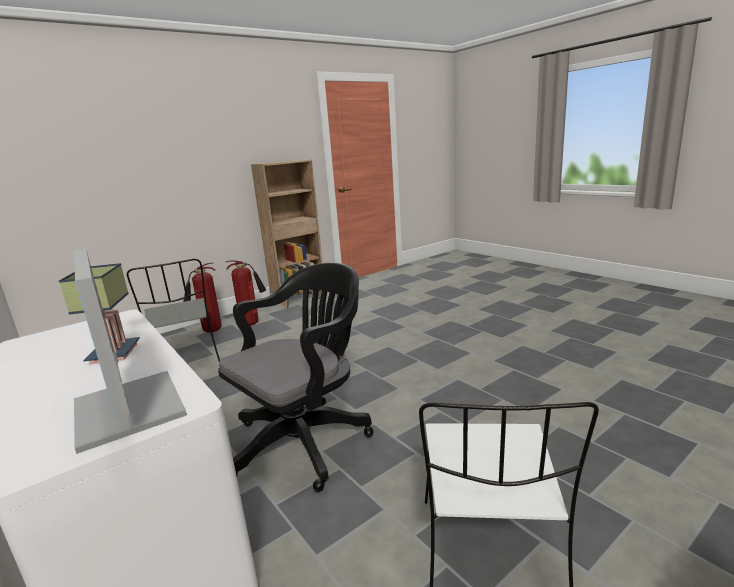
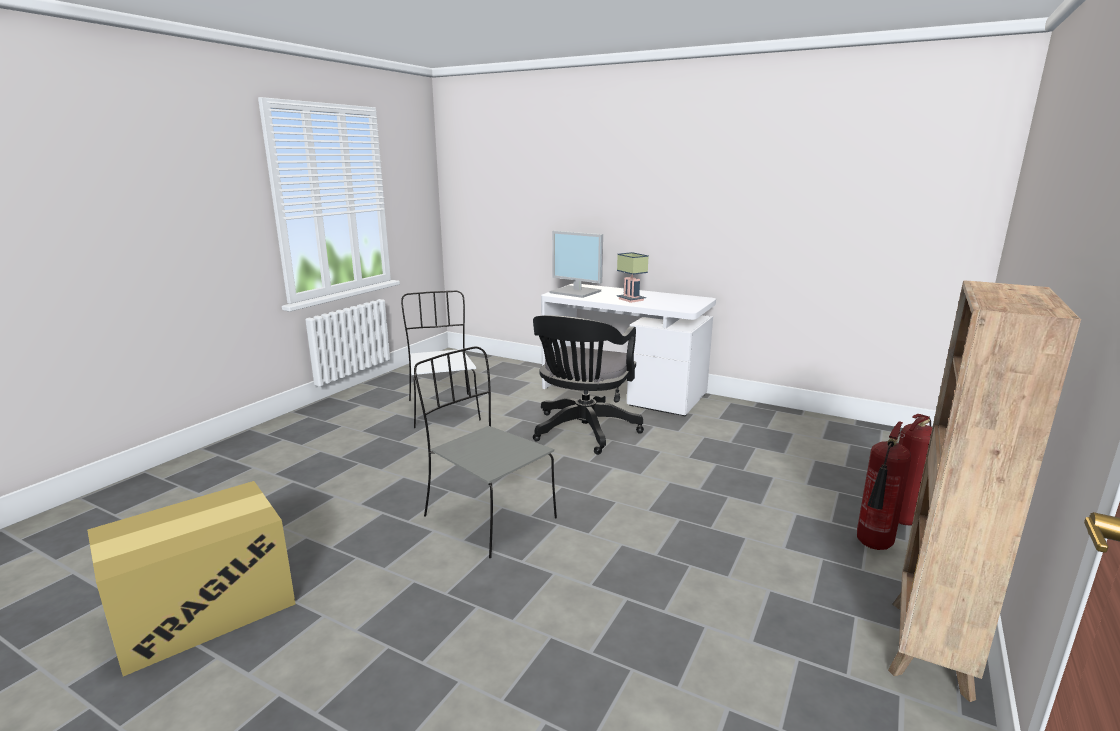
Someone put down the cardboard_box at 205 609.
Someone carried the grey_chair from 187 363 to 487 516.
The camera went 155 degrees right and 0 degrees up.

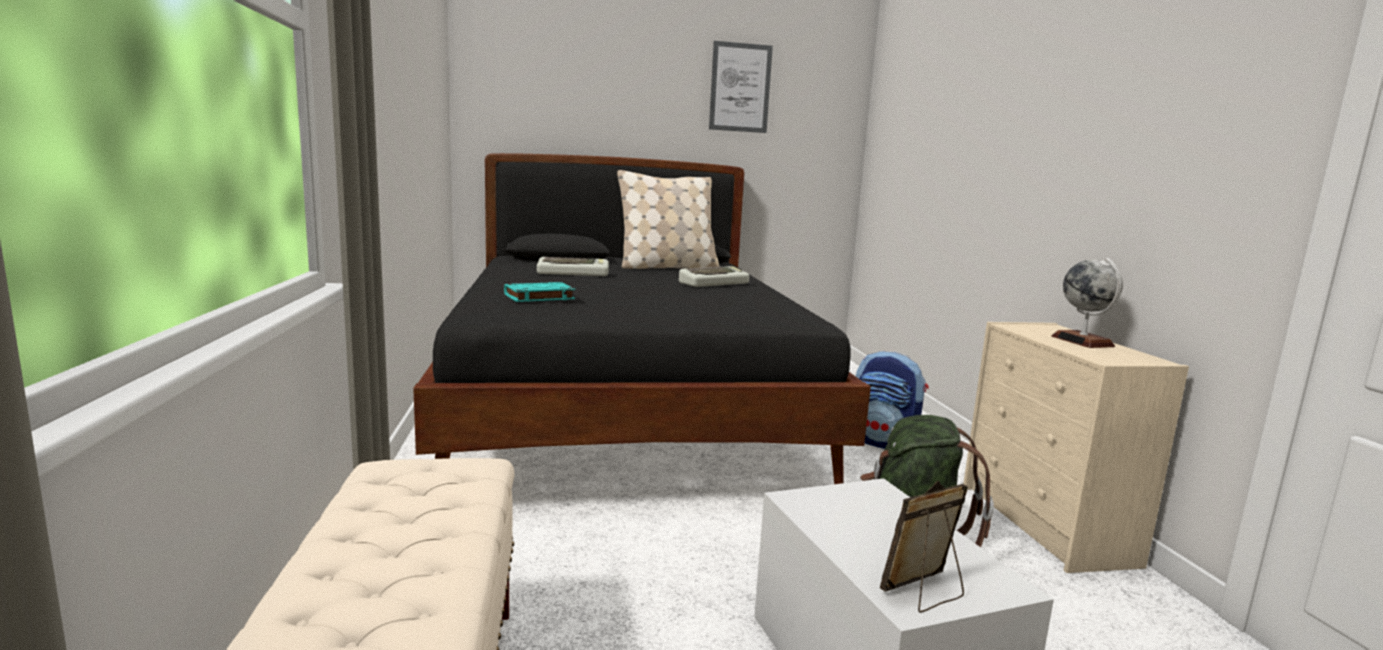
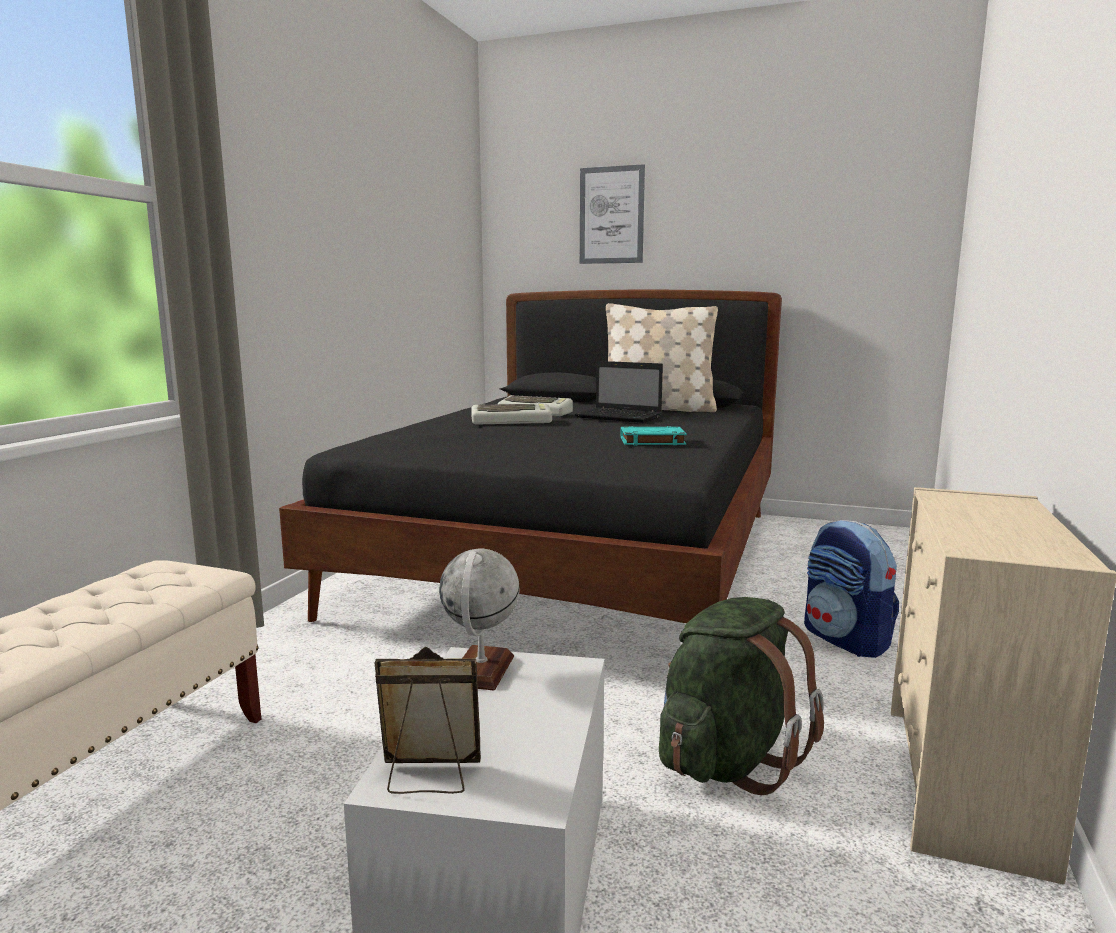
Someone carried the globe from 1082 341 to 481 670.
Someone carried the keyboard from 713 283 to 512 421.
Someone put down the laptop at 620 417.
Someone carried the picture from 740 88 to 611 215.
Someone carried the turquoise_book from 538 297 to 651 441.
The camera went 30 degrees right and 0 degrees up.

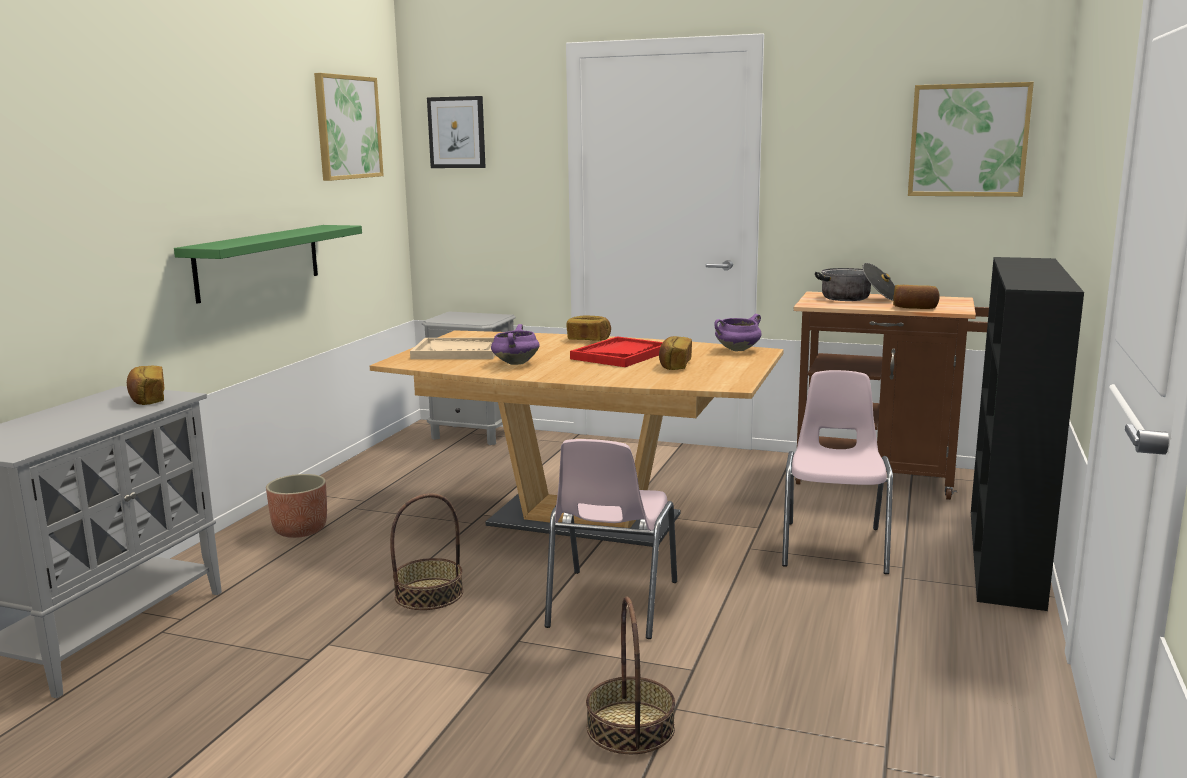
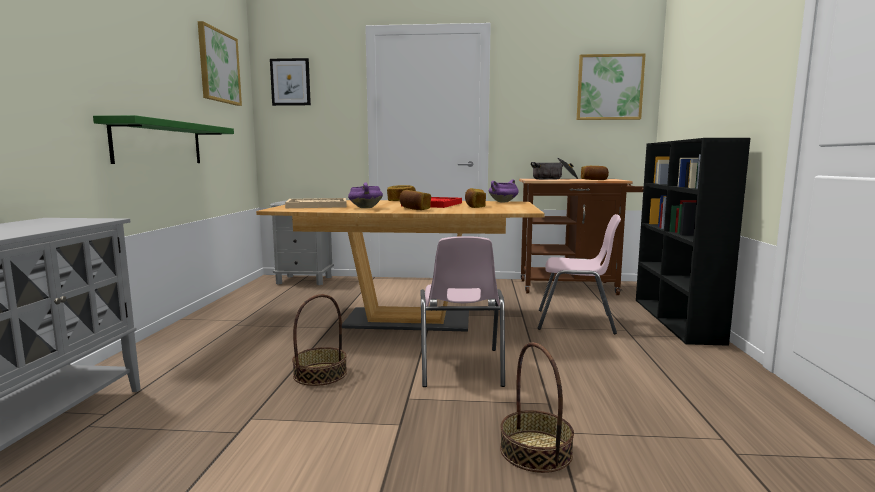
Someone carried the bread from 147 399 to 414 209.
Someone rotated the pink_chair at 834 546 by 105 degrees clockwise.
Someone took away the planter at 301 530.
The camera went 15 degrees left and 5 degrees down.

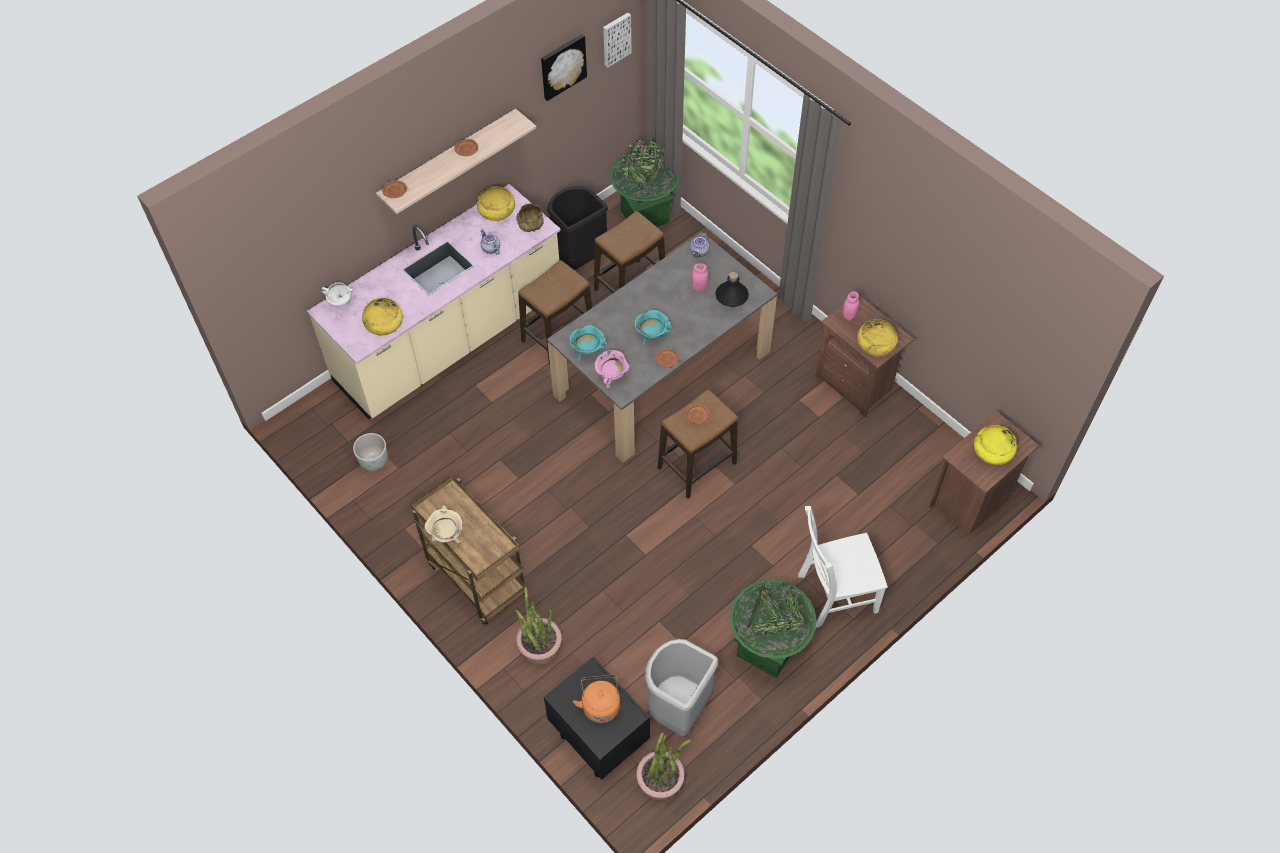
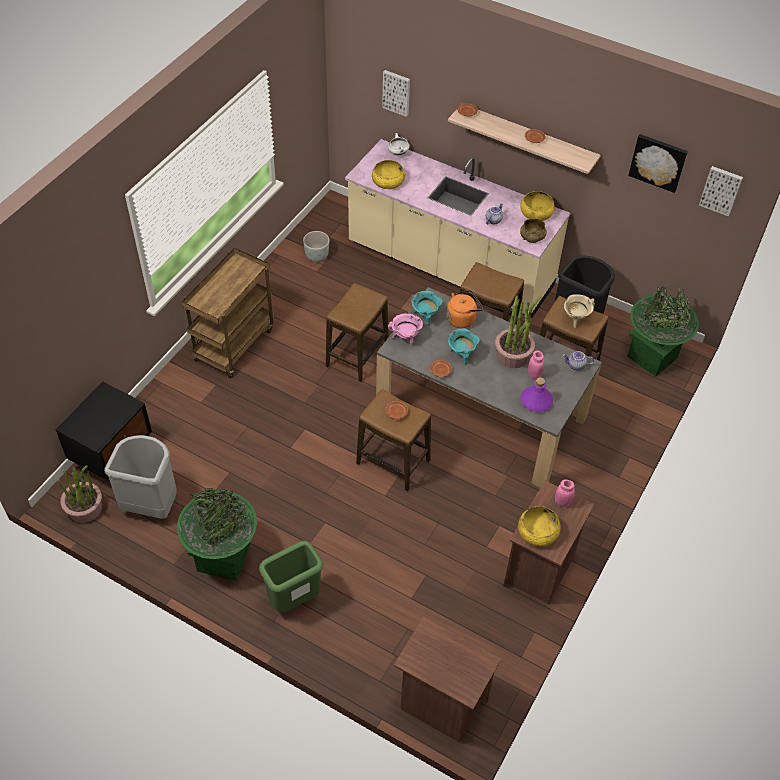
Someone swapped the white_chair at 833 594 for the green_trash_can at 294 599.
Someone put down the stool at 357 355.
Someone put up the picture at 397 92.
Someone carried the orange_kettle from 600 704 to 462 318.
Someone carried the potted_plant from 540 646 to 513 355.
Someone repainted the black_bottle at 731 296, which became the purple_bottle at 536 401.
Someone carried the beige_cooking_pot from 447 536 to 575 319.
Someone took away the yellow_bowl at 993 451.
The camera went 70 degrees right and 5 degrees down.

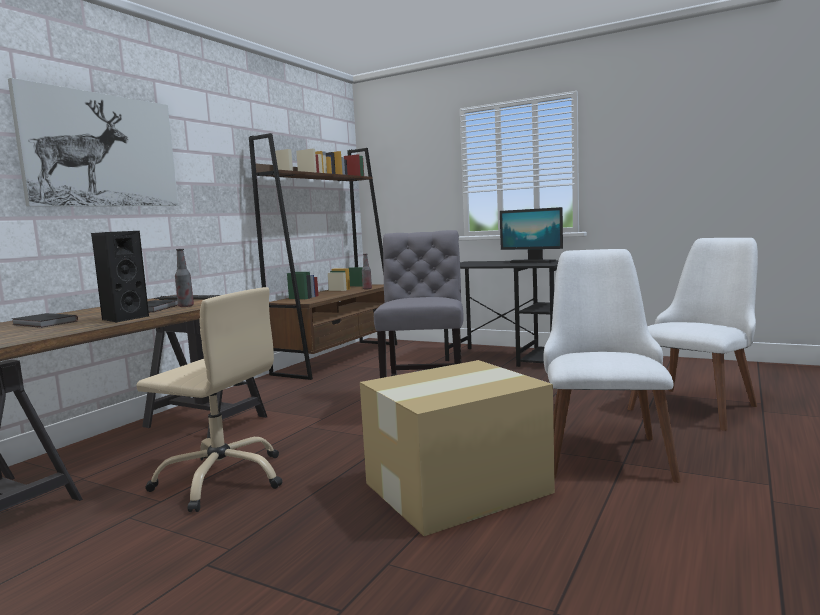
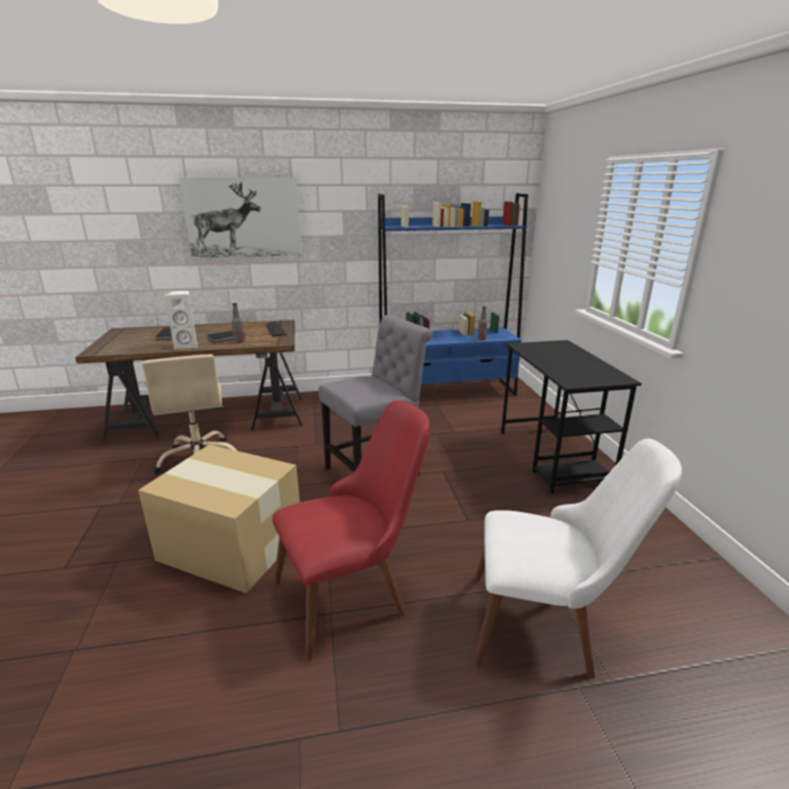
Someone repainted the black_speaker at 124 318, which became the white_speaker at 187 345.
Someone repainted the white_chair at 603 448, which became the red_chair at 354 591.
Someone repainted the brown_bookcase at 339 358, which became the blue_bookcase at 447 391.
Someone took away the monitor at 531 262.
The camera went 50 degrees right and 15 degrees up.

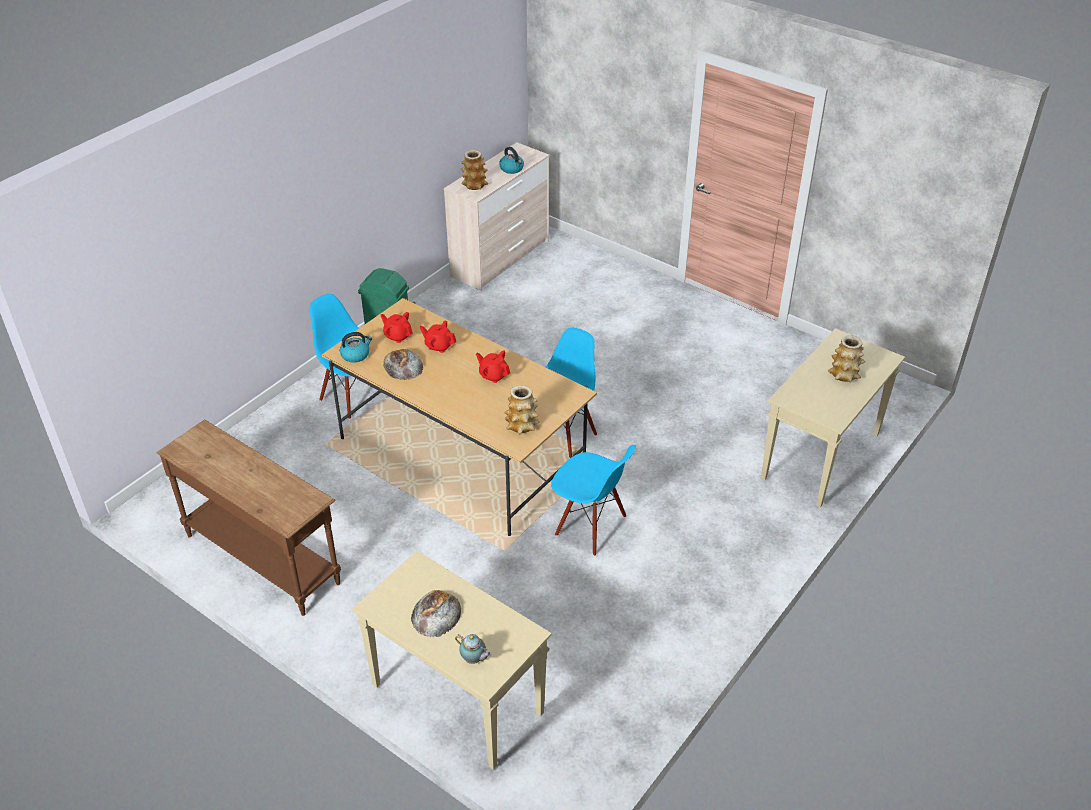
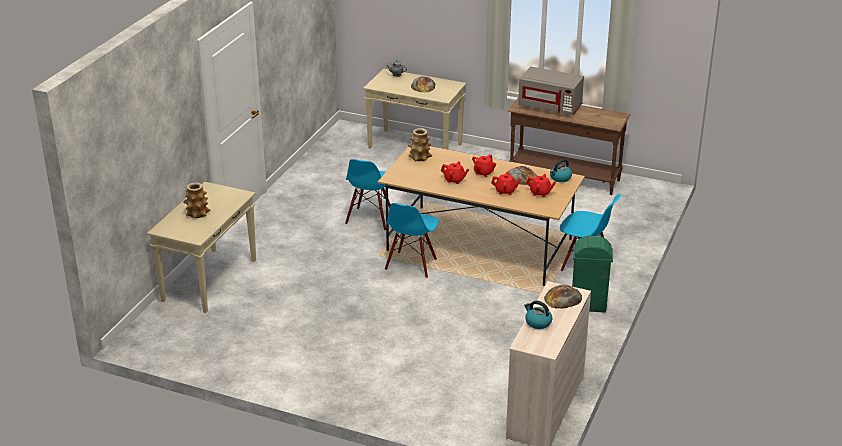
Someone rotated the blue_chair at 590 526 by 90 degrees counterclockwise.
Someone put down the red_teapot at 483 173.
Someone put down the grey_microwave at 550 107.
Someone swapped the vase at 474 185 for the bread at 563 298.
The camera went 165 degrees right and 10 degrees down.

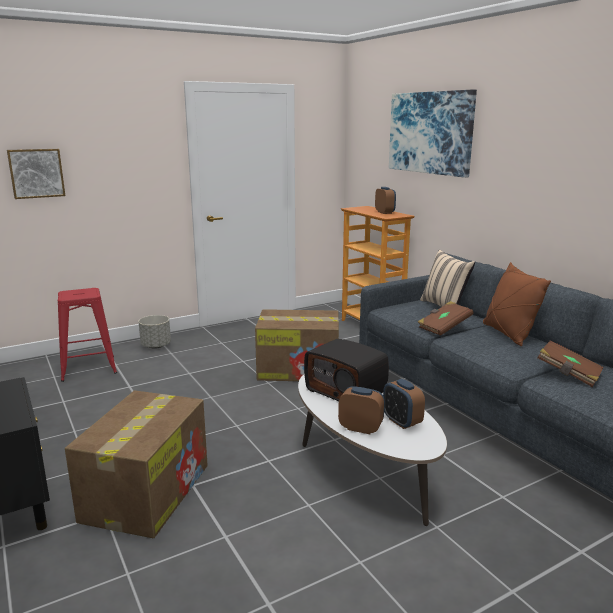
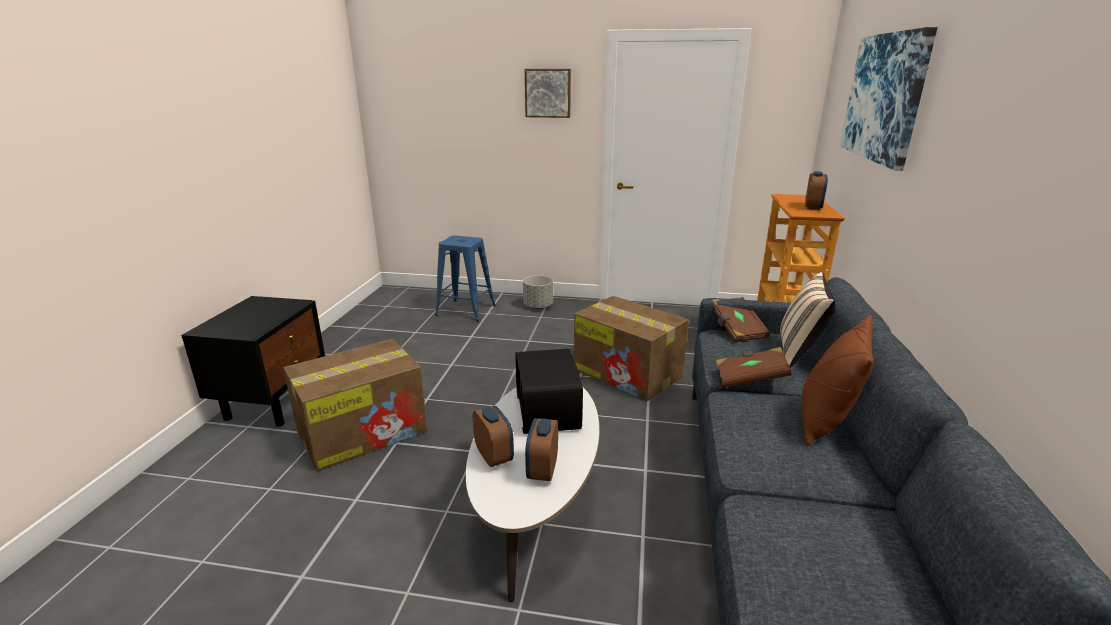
Someone repainted the red_stool at 88 368, which became the blue_stool at 465 310.
Someone carried the picture from 36 173 to 548 93.
Someone carried the brown_book from 568 374 to 736 330.
The camera went 40 degrees right and 5 degrees up.

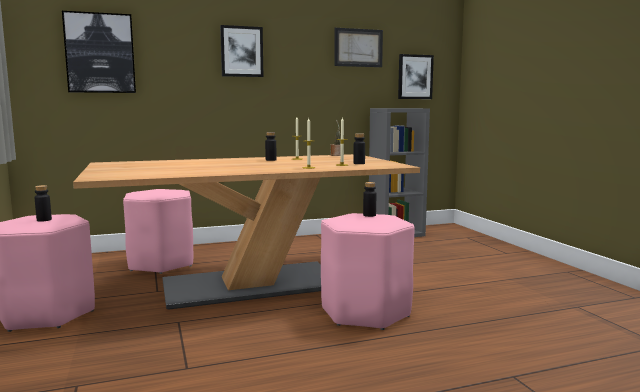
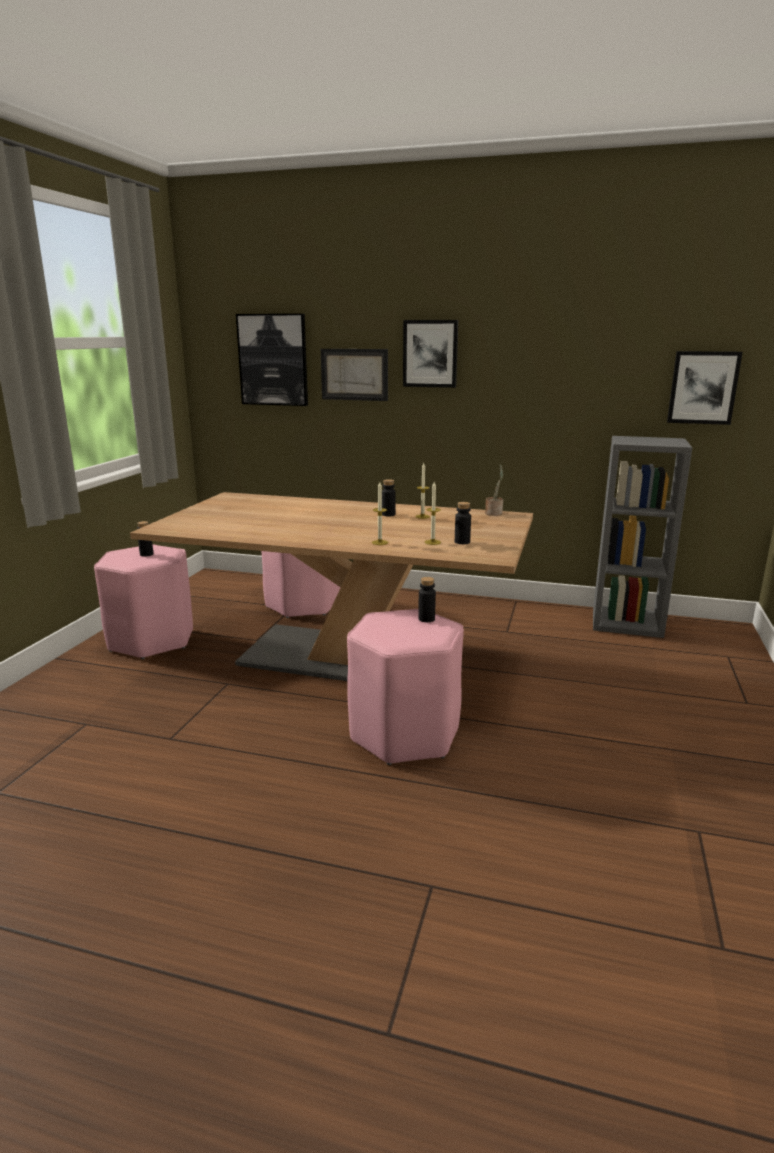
Someone carried the picture from 358 48 to 354 374.
The camera went 35 degrees right and 10 degrees up.

